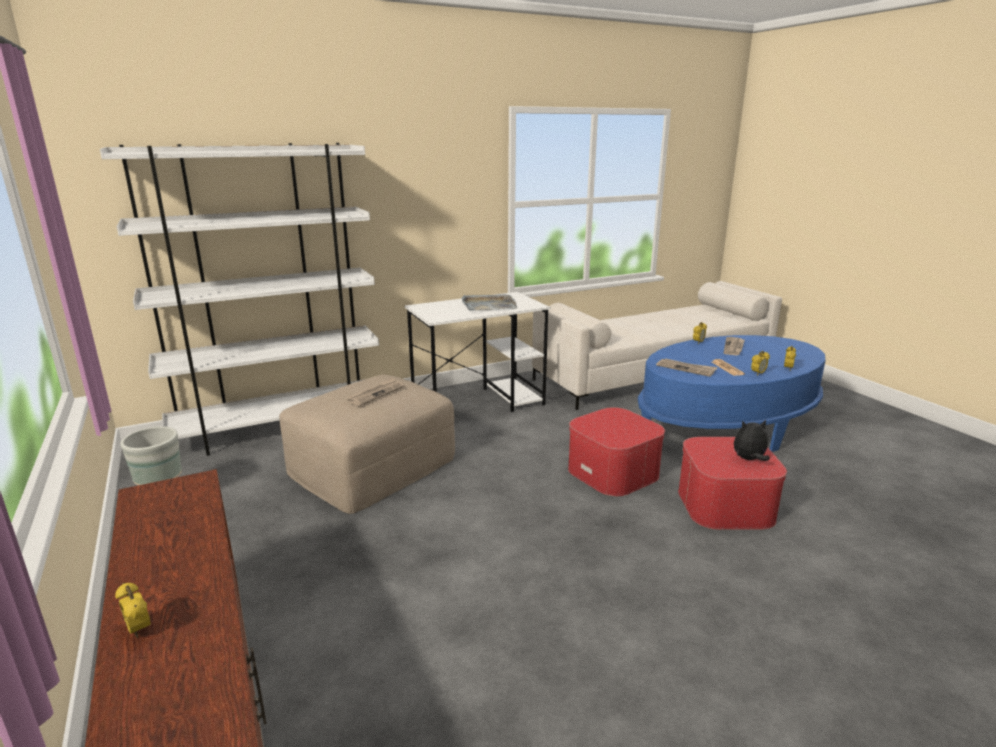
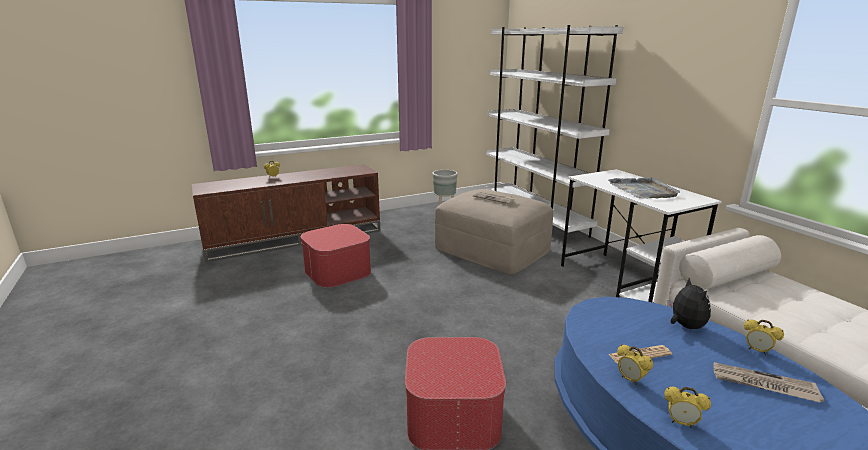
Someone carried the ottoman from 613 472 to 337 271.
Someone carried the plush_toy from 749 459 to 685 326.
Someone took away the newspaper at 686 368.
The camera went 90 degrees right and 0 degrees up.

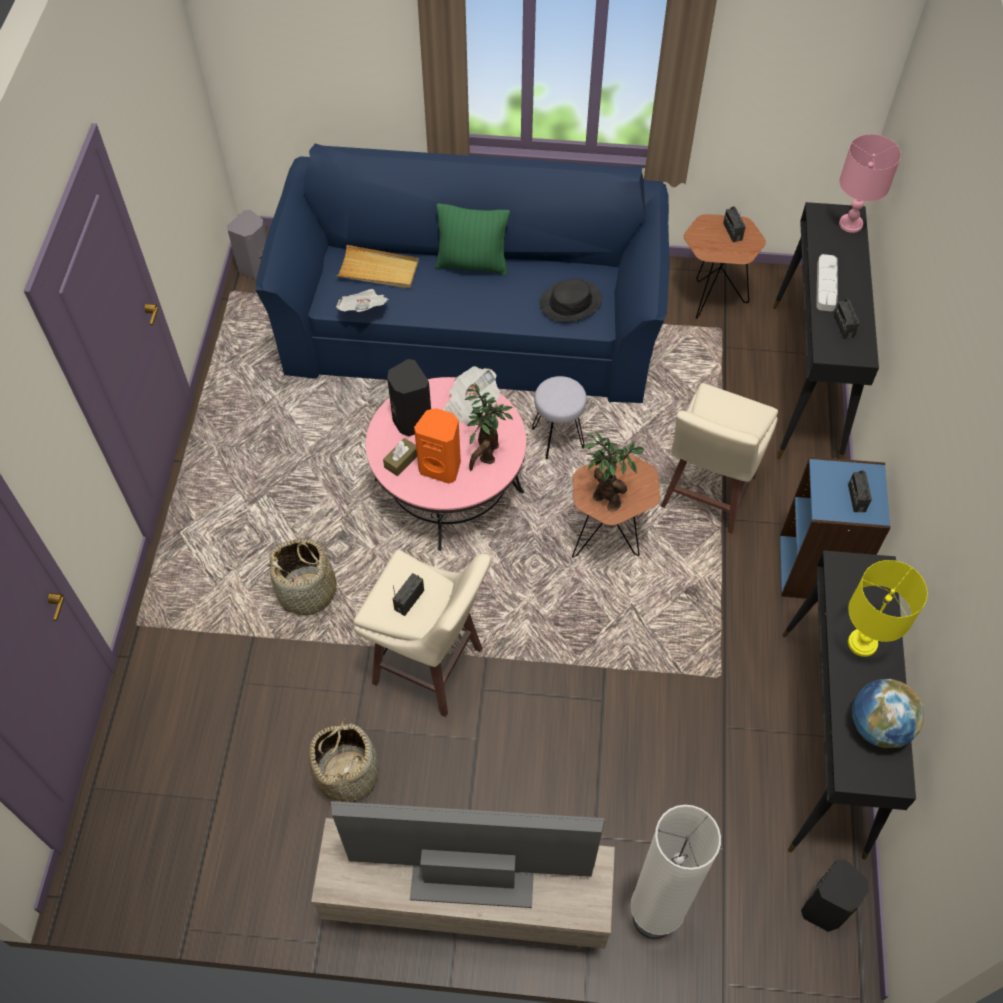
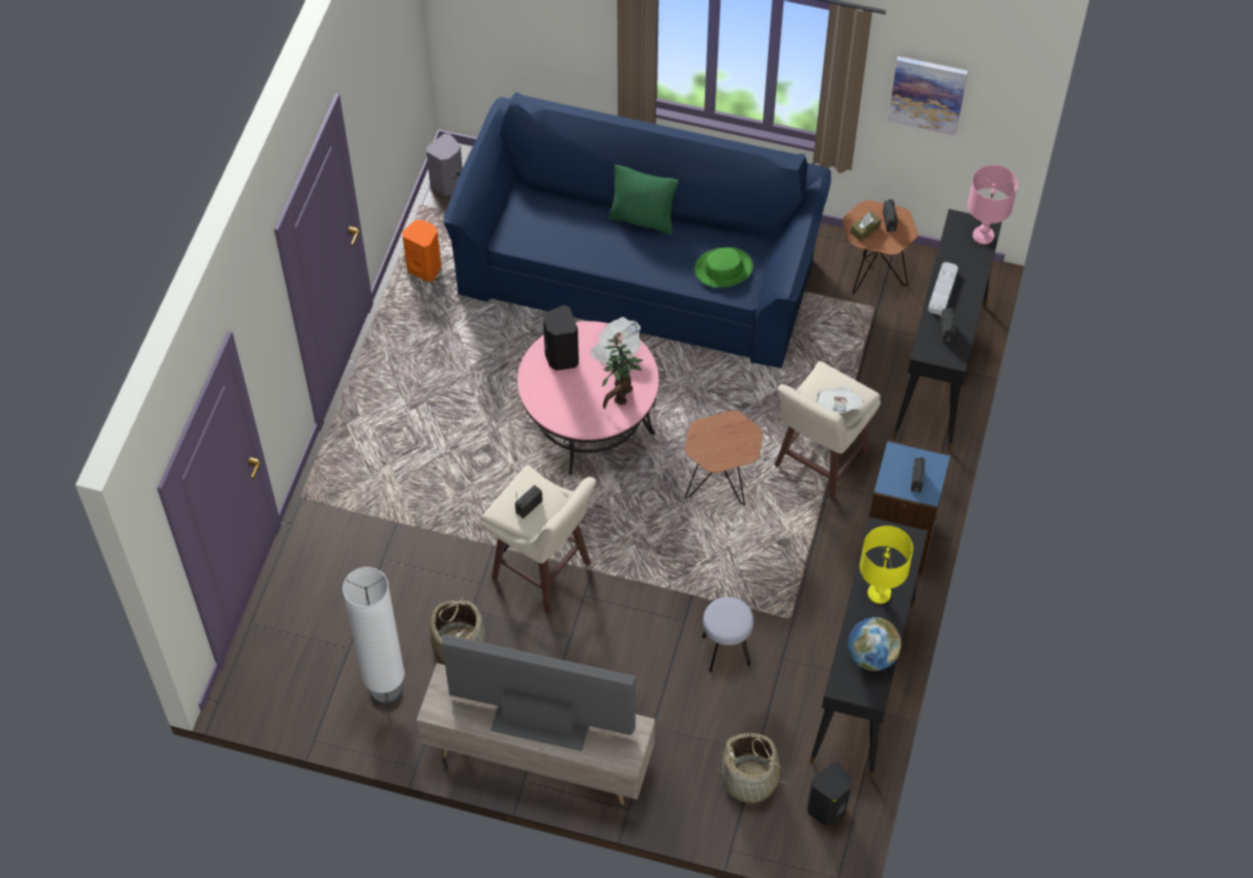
Someone carried the white_floor_lamp from 653 918 to 386 690.
Someone carried the orange_speaker from 441 467 to 425 268.
Someone repainted the black_hat at 570 302, which became the green_hat at 723 268.
Someone carried the grey_stool from 557 439 to 725 651.
Someone carried the basket from 308 592 to 750 780.
Someone carried the newspaper from 363 310 to 838 406.
Someone carried the brown_tissue_box from 401 461 to 865 229.
Someone put up the picture at 927 94.
Someone took away the beige_tray at 378 270.
Someone took away the potted_plant at 605 497.
The camera went 10 degrees right and 0 degrees up.

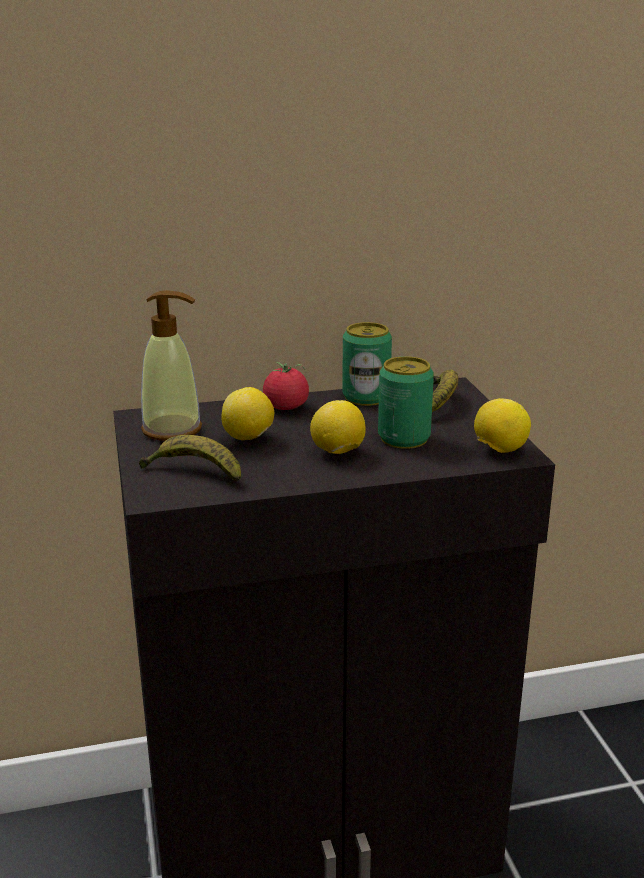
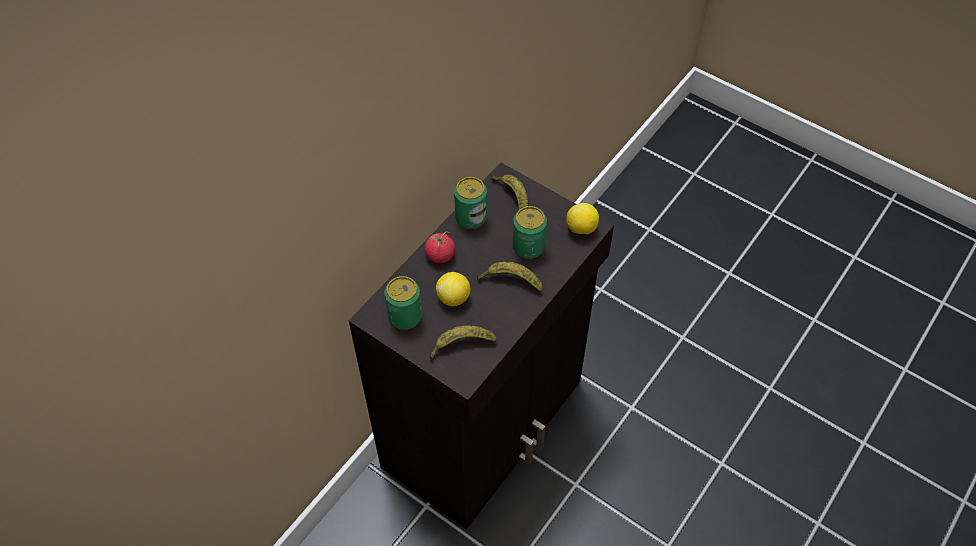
Someone swapped the soap_dispenser at 172 429 for the can at 405 316.
Someone swapped the lemon at 338 452 for the banana at 510 281.
The camera went 40 degrees left and 30 degrees up.

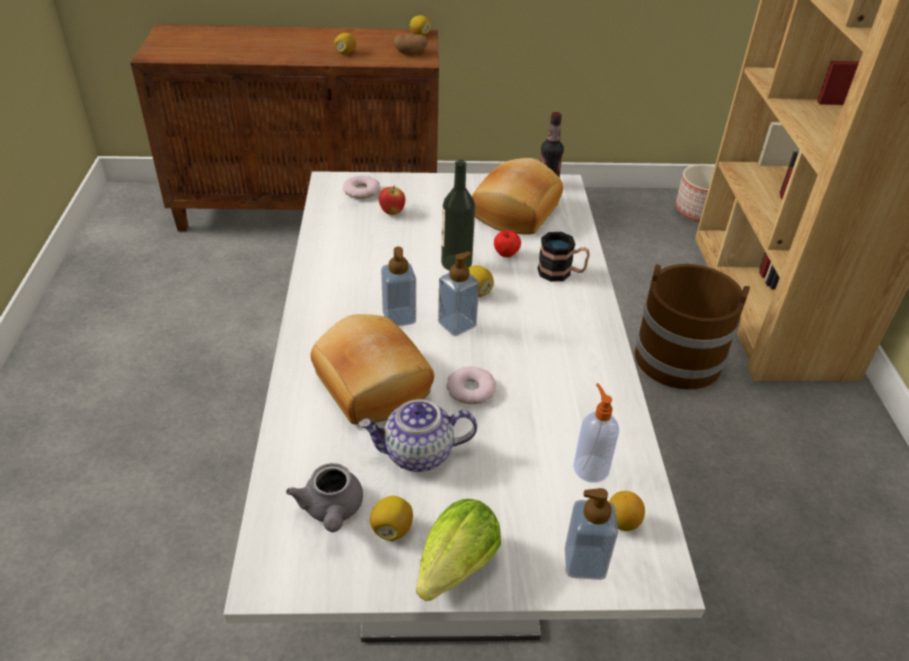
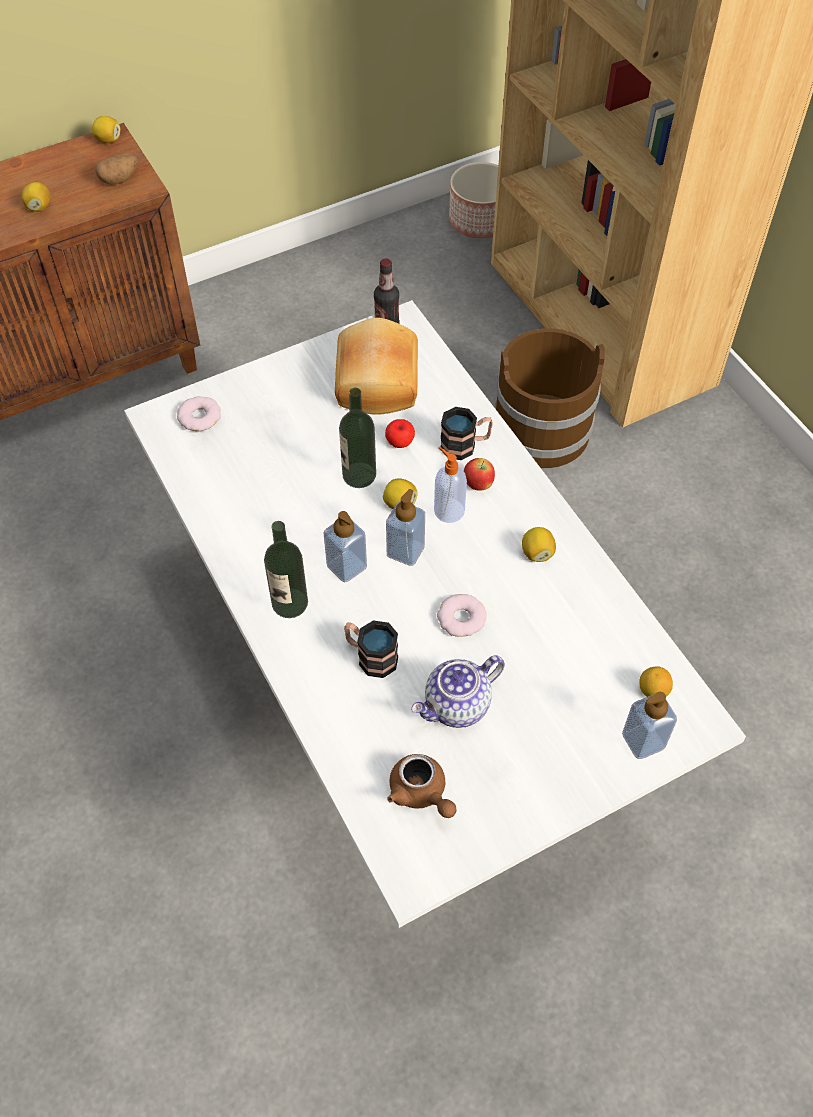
Someone put down the bottle at 290 603.
Someone swapped the bread at 370 386 for the mug at 370 656.
Someone repainted the grey_teapot at 331 510, which became the brown_teapot at 421 793.
Someone carried the soap_dispenser from 590 467 to 448 510.
Someone carried the apple from 392 212 to 478 485.
Someone carried the lemon from 391 529 to 537 553.
Someone took away the lettuce at 453 572.
The camera went 25 degrees left and 15 degrees up.

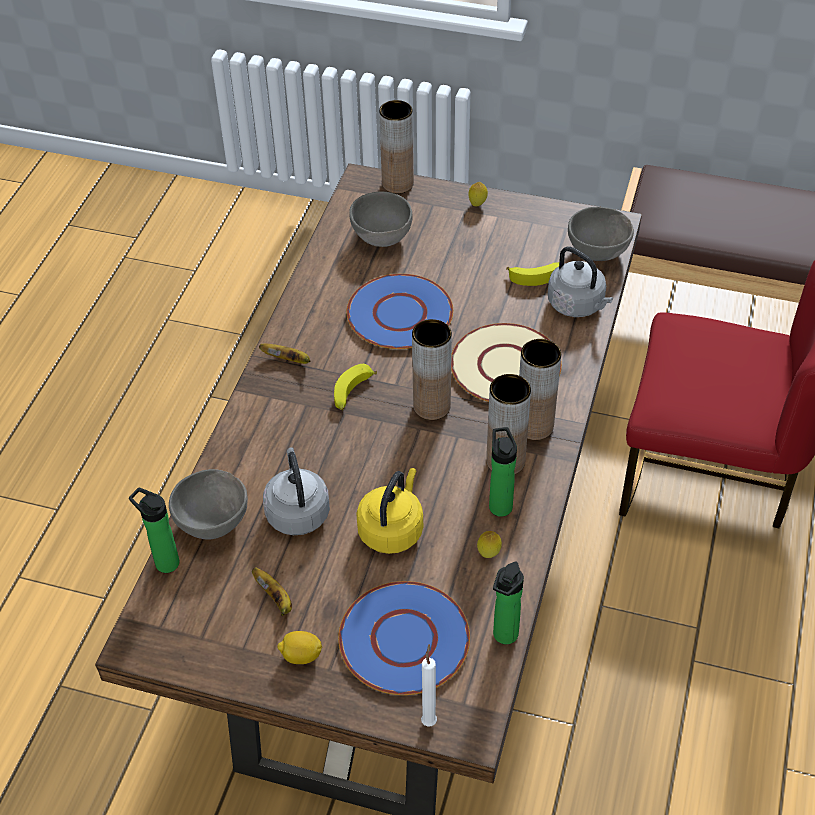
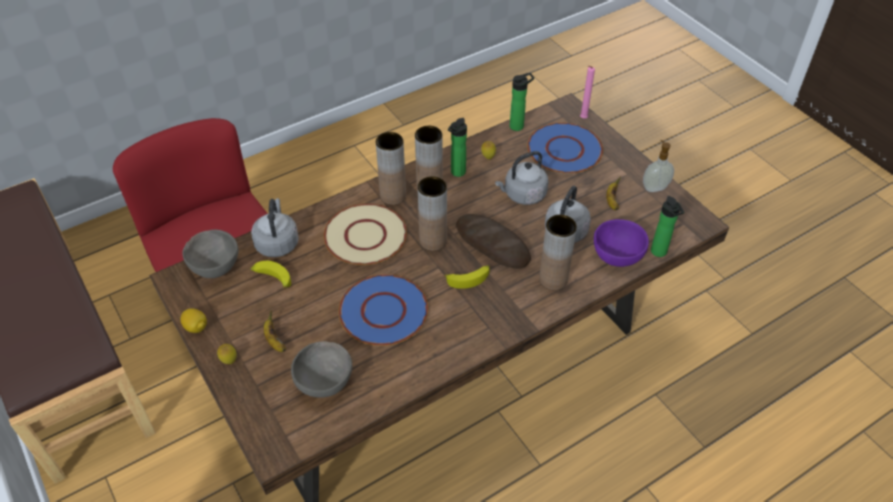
Someone carried the lemon from 301 656 to 196 327.
Someone carried the banana from 288 360 to 274 340.
Someone put down the bread at 492 244.
Someone repainted the yellow_kettle at 392 529, which became the grey_kettle at 523 195.
Someone carried the brown_vase from 397 183 to 553 279.
Someone repainted the white_candle at 429 720, which became the pink_candle at 582 119.
Someone repainted the grey_bowl at 214 523, which became the purple_bowl at 616 256.
Someone put down the soap_dispenser at 654 187.
The camera went 140 degrees left and 0 degrees up.

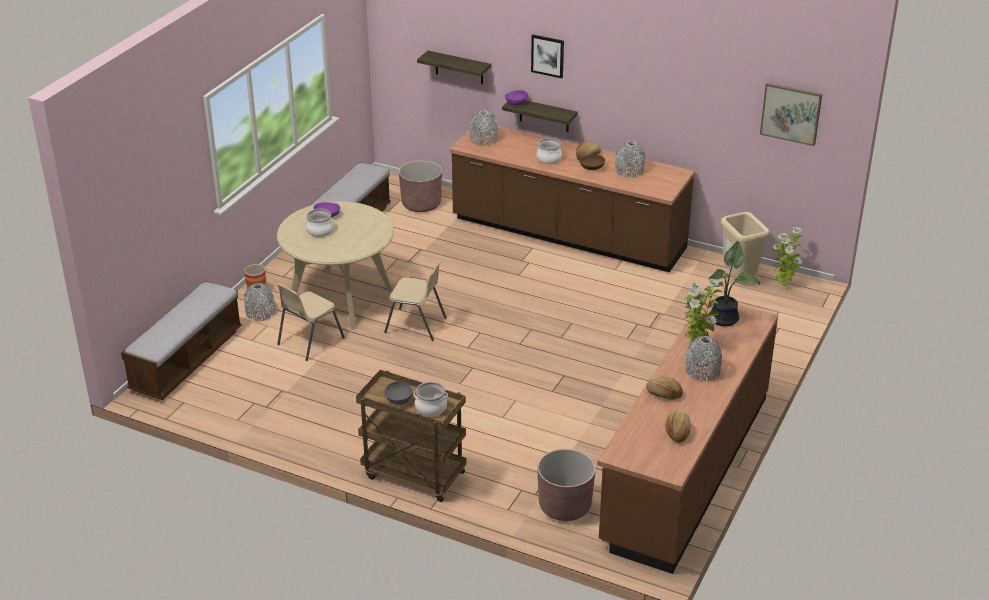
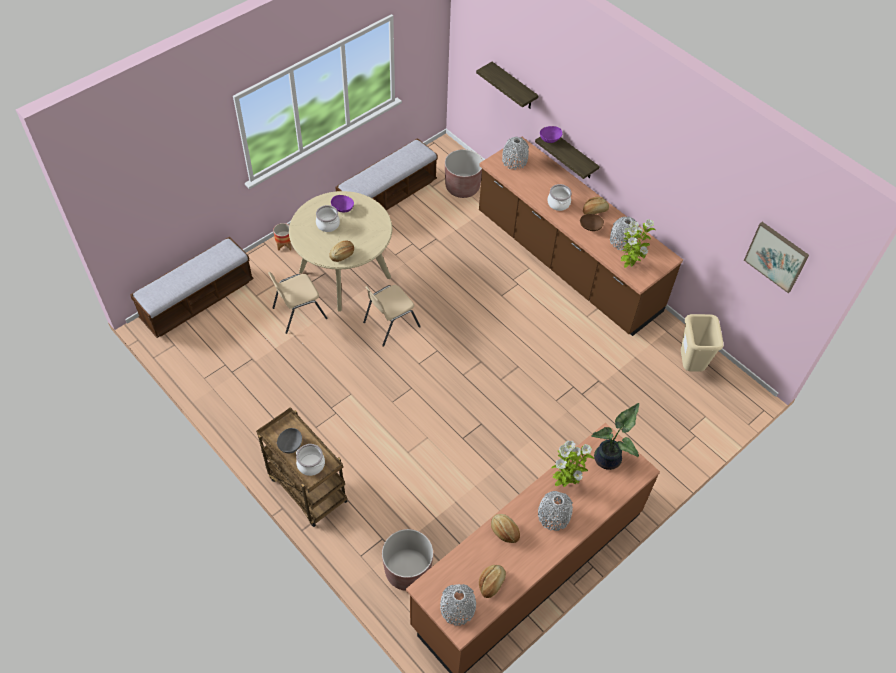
Someone put down the bread at 342 254.
Someone rotated the beige_chair at 416 325 by 105 degrees clockwise.
Someone carried the grey_vase from 260 313 to 457 609.
Someone carried the potted_plant from 783 285 to 629 265.
Someone took away the picture at 547 55.
The camera went 20 degrees right and 20 degrees up.

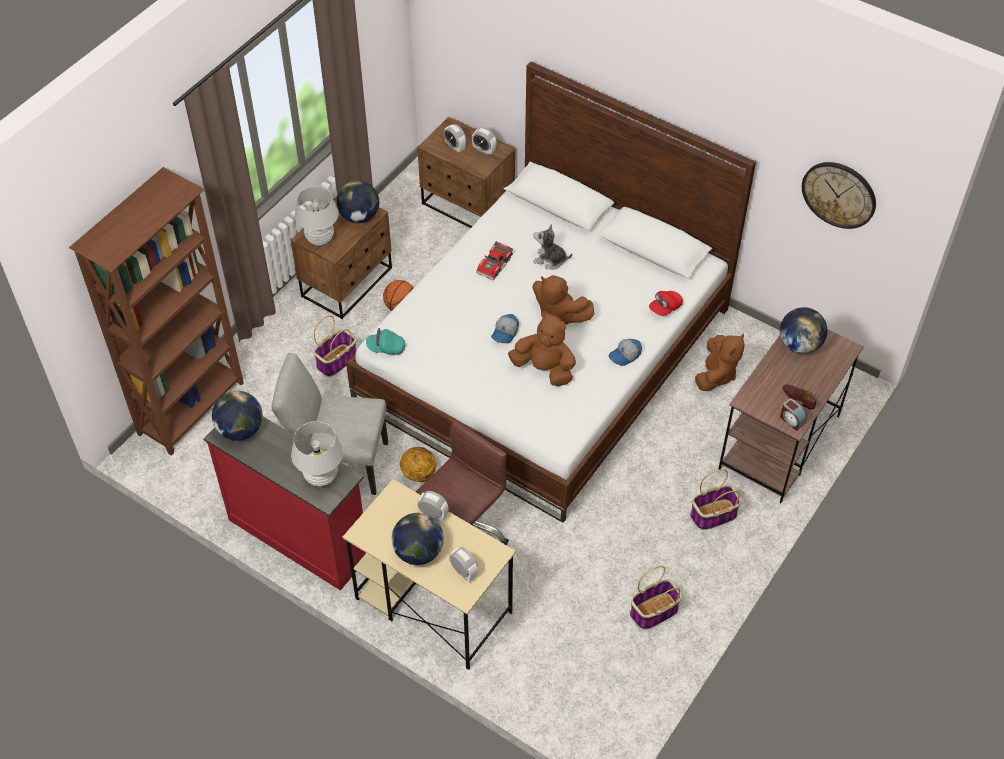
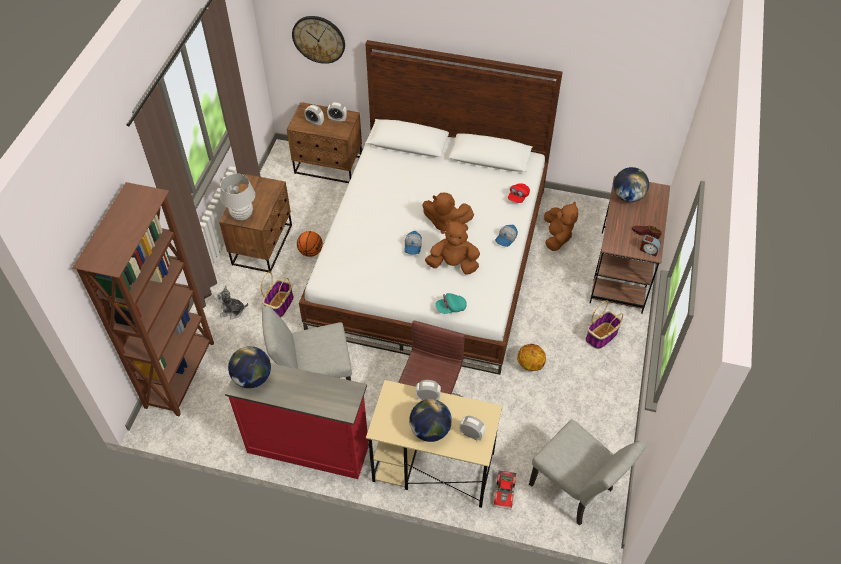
Someone carried the plush_toy from 550 260 to 232 311.
Someone carried the wall_clock from 839 194 to 319 39.
Someone carried the turquoise_cap from 386 348 to 450 308.
Someone carried the toy_car from 495 265 to 505 492.
Someone carried the basketball from 418 473 to 530 364.
Someone put down the grey_chair at 576 491.
Someone took away the white_table_lamp at 321 477.
Someone took away the globe at 359 216.
Someone took away the basket at 653 612.
The camera went 20 degrees left and 0 degrees up.

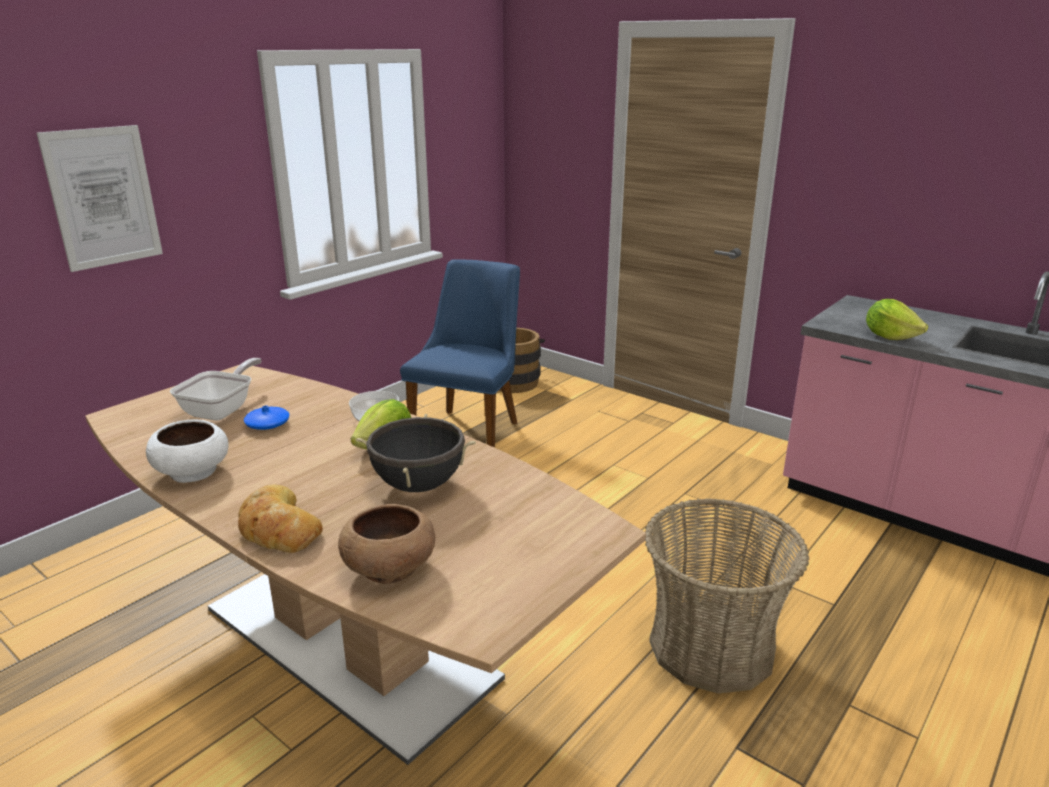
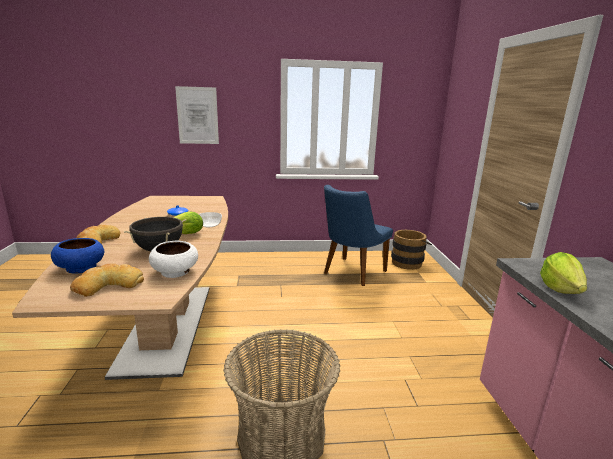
Someone repainted the brown_bowl at 389 567, which became the blue_bowl at 81 268.
Someone put down the bread at 108 285.
Someone carried the white_bowl from 193 471 to 175 272.
Someone rotated the blue_chair at 471 428 by 150 degrees clockwise.
Someone took away the frying_pan at 222 410.
The camera went 45 degrees right and 5 degrees down.

